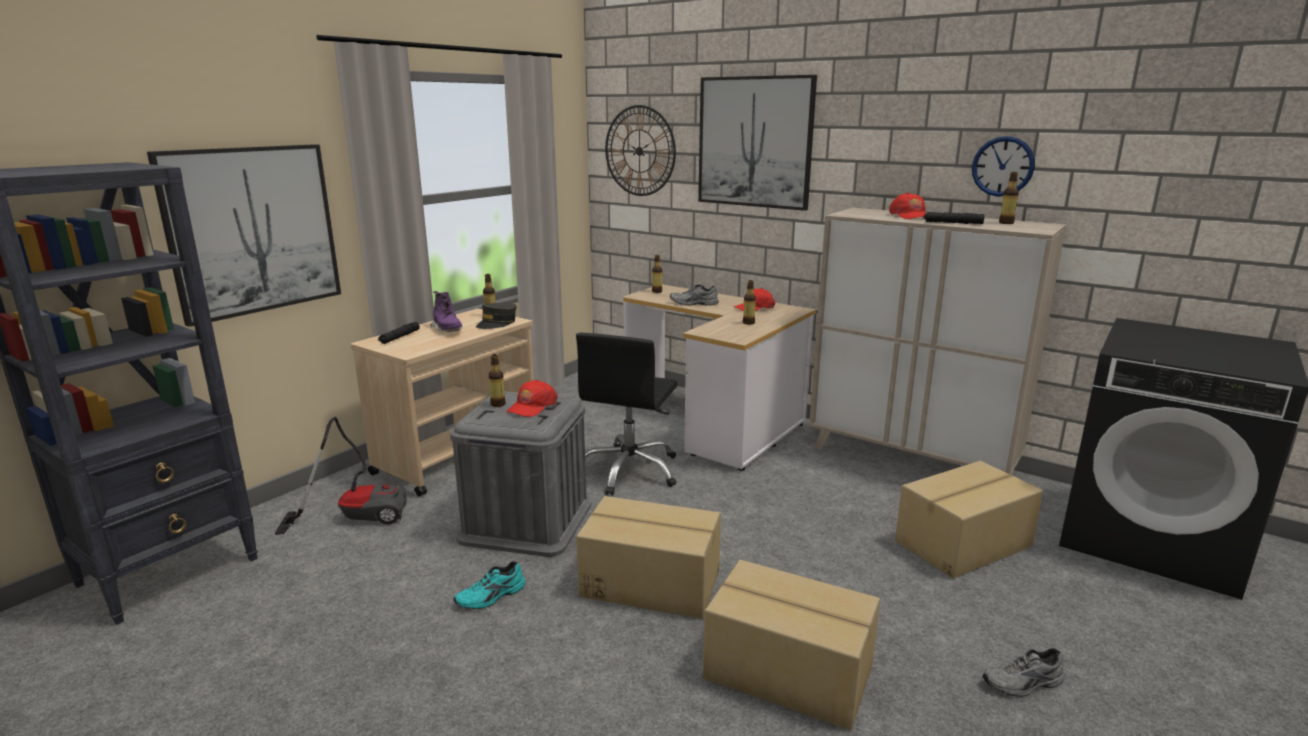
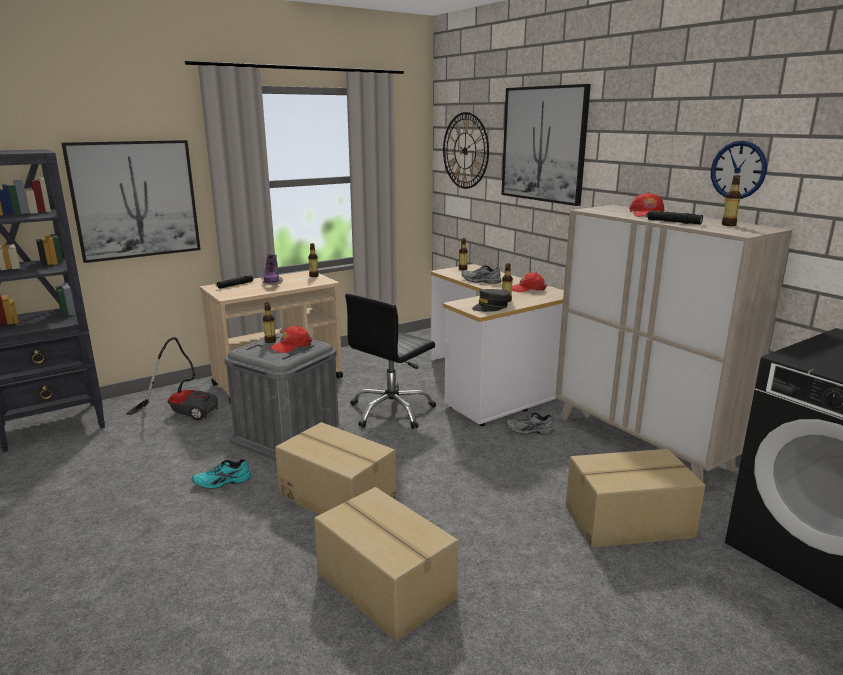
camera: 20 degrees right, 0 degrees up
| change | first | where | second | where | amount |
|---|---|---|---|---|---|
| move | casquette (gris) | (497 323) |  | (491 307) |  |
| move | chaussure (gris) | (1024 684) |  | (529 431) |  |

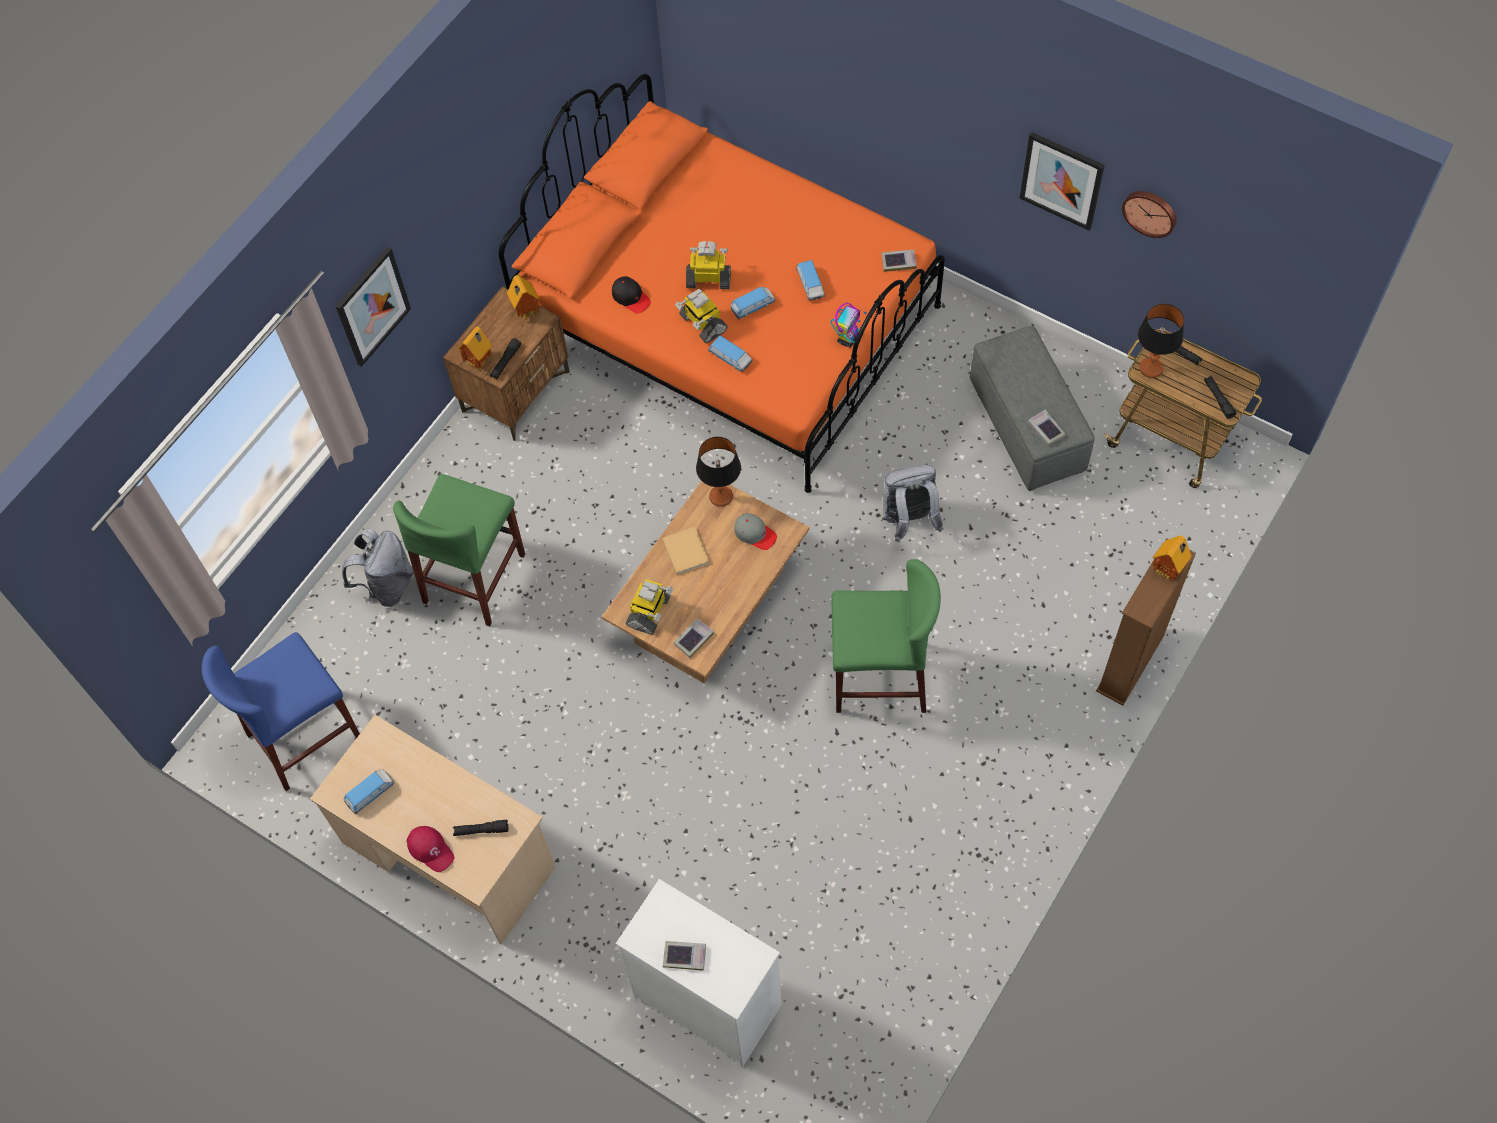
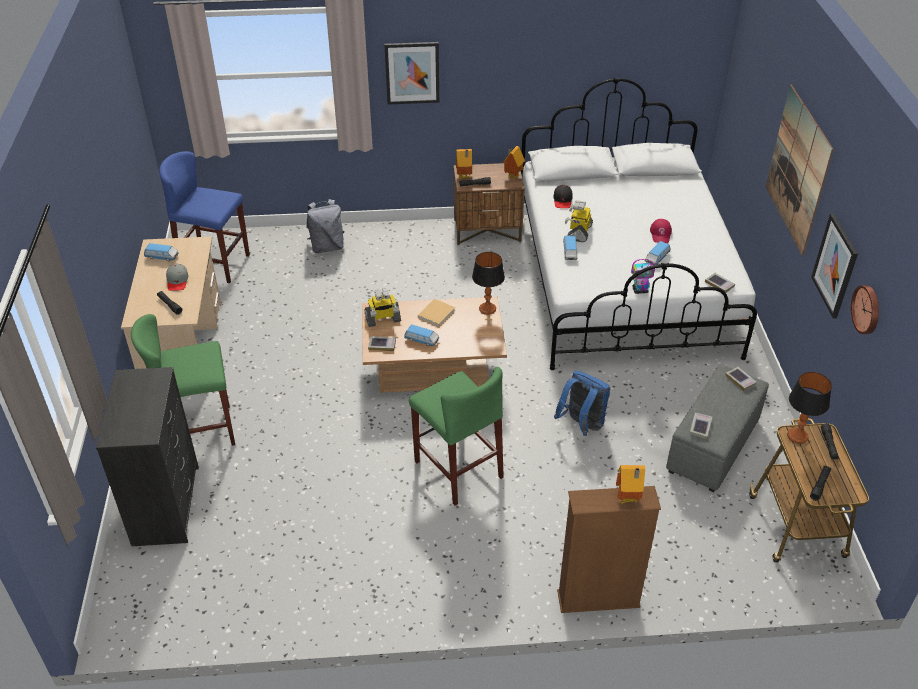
camera: 50 degrees right, 20 degrees down
| change | first | where | second | where | amount |
|---|---|---|---|---|---|
| move | tabouret (vert) | (474 578) |  | (198 431) |  |
| move | casquette (rouge) | (431 849) |  | (660 234) |  |
| recolor | lit (orange) | (730 323) | lit (blanc) | (623 282) |  |
| recolor | commode (blanc) | (708 1000) | commode (noir) | (167 505) |  |
| move | livre | (684 956) |  | (740 380) |  |
| delete | robot jouet | (709 279) |  |  |  |
| move | petite voiture | (753 306) |  | (421 340) |  |
| move | casquette (gris) | (755 533) |  | (177 281) |  |
| recolor | sac à dos (gris) | (909 521) | sac à dos (bleu) | (581 425) |  |
| insert |  |  | tableau | (798 169) |  |

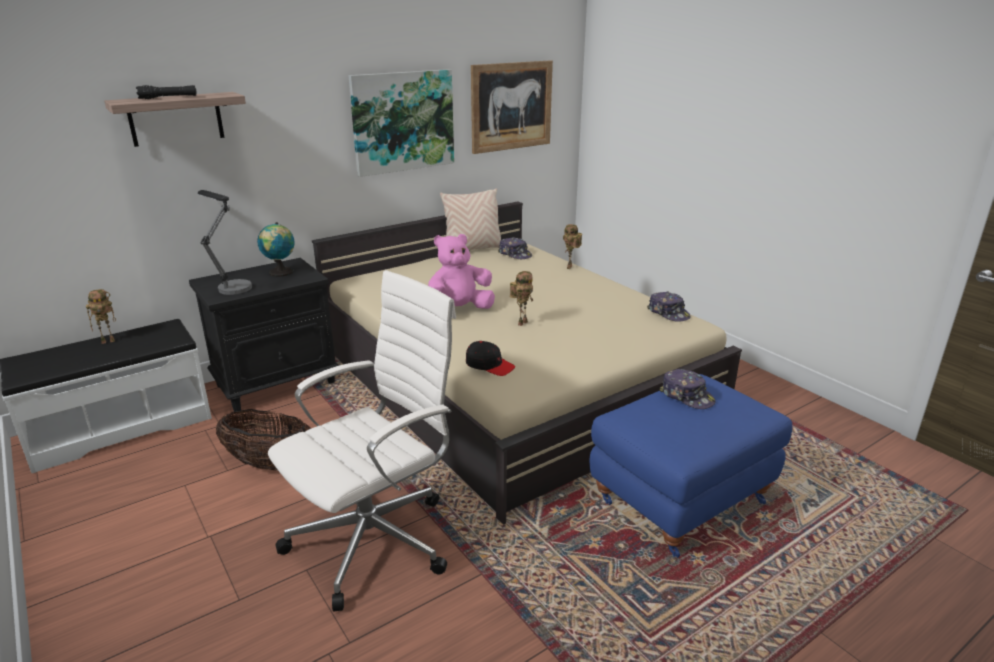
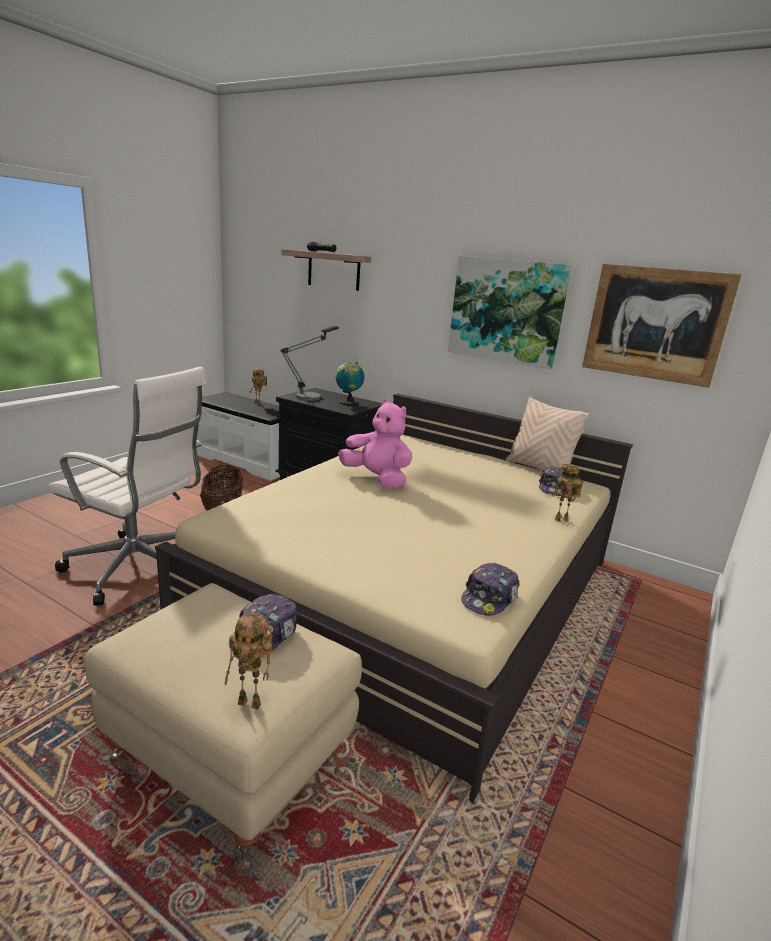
camera: 65 degrees right, 5 degrees down
| change | first | where | second | where | amount |
|---|---|---|---|---|---|
| delete | casquette (noir) | (489 365) |  |  |  |
| move | robot jouet | (522 322) |  | (252 702) |  |
| recolor | pouf (bleu) | (680 499) | pouf (beige) | (231 756) |  |

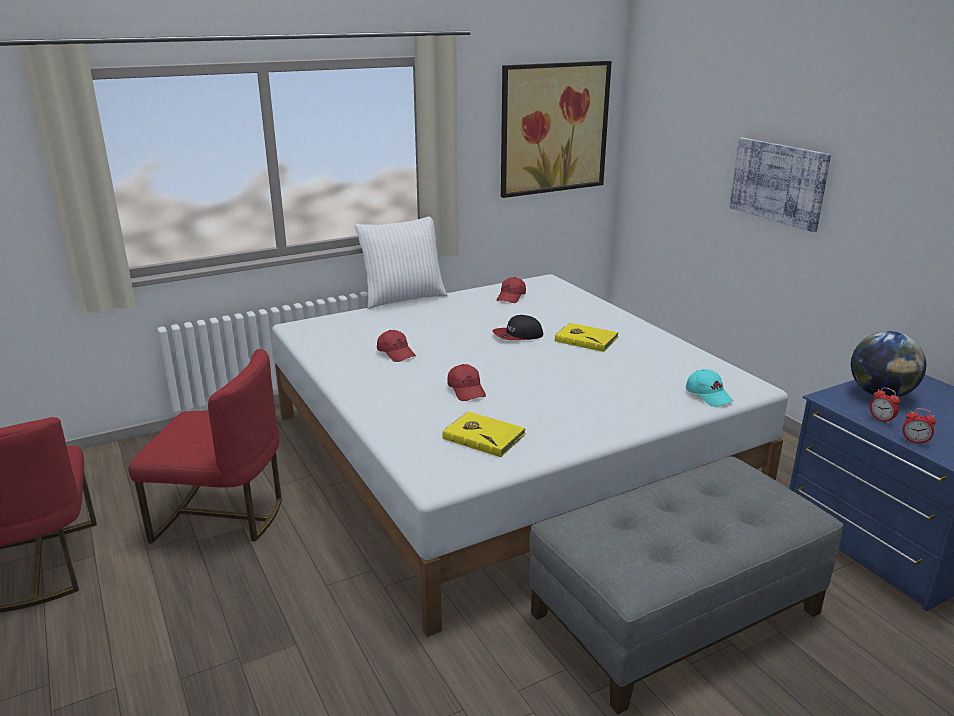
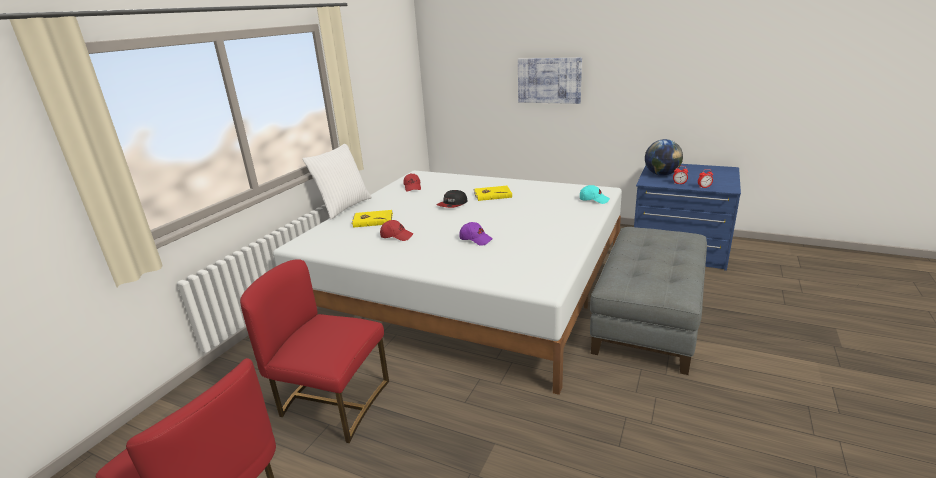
camera: 35 degrees left, 0 degrees up
| change | first | where | second | where | amount |
|---|---|---|---|---|---|
| rotate | chaise (rouge) | (221 516) |  | (332 402) | 135 degrees counterclockwise |
| move | livre (jaune) | (483 436) |  | (372 220) |  |
| recolor | casquette (rouge) | (467 390) | casquette (violet) | (476 239) |  |
| delete | tableau | (553 128) |  |  |  |

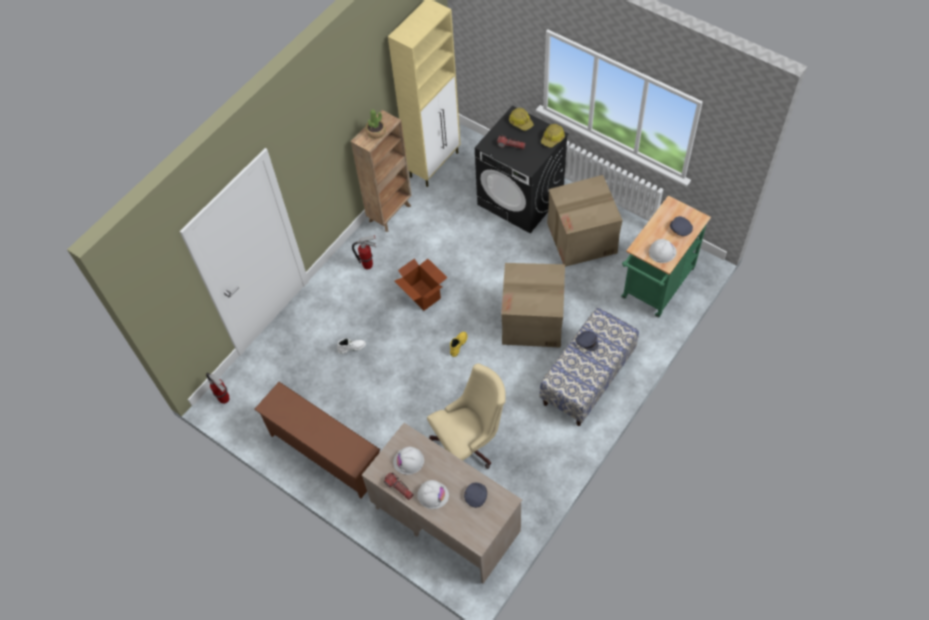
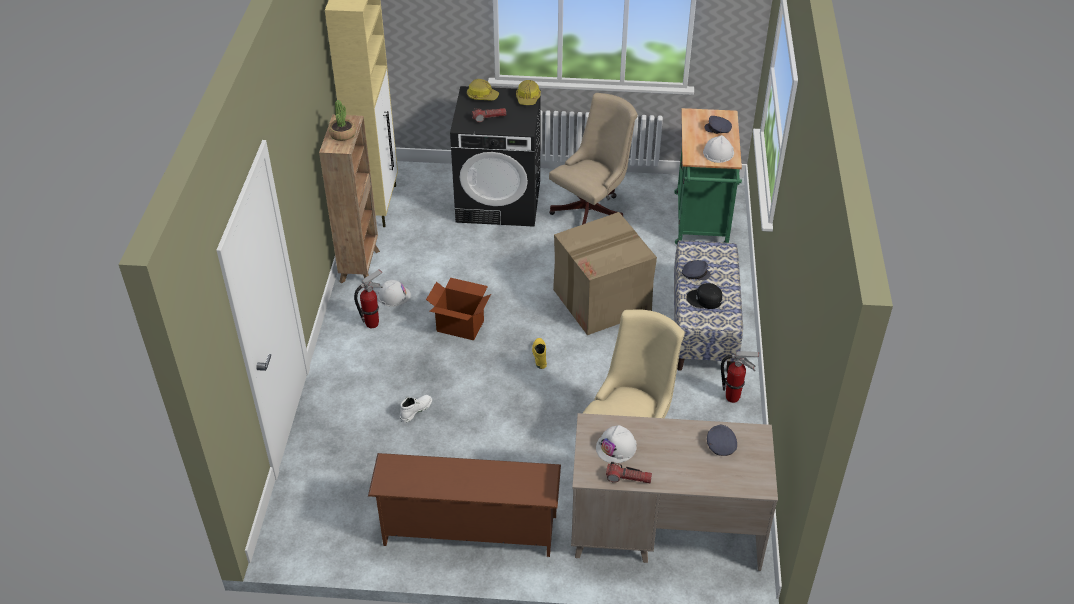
camera: 35 degrees left, 15 degrees down
| change | first | where | second | where | amount |
|---|---|---|---|---|---|
| move | extincteur | (224 399) |  | (733 398) |  |
| move | casque de chantier (blanc) | (433 495) |  | (394 296) |  |
| replace | carton | (582 238) | chaise de bureau (beige) | (592 210) |  |
| insert |  |  | casquette (noir) | (704 299) |  |

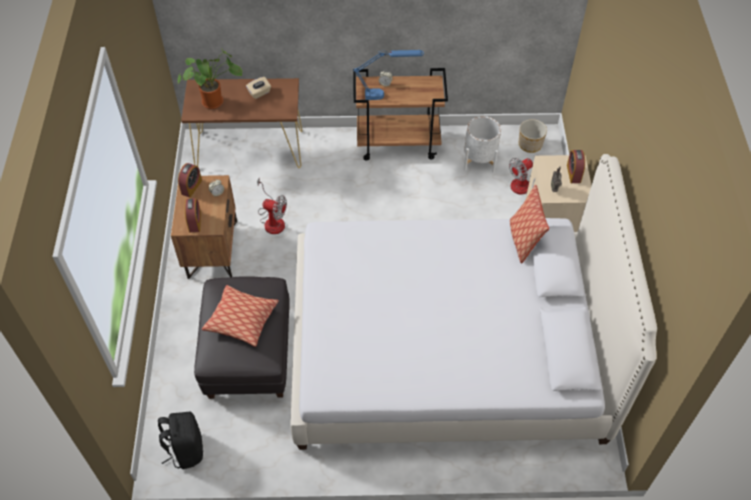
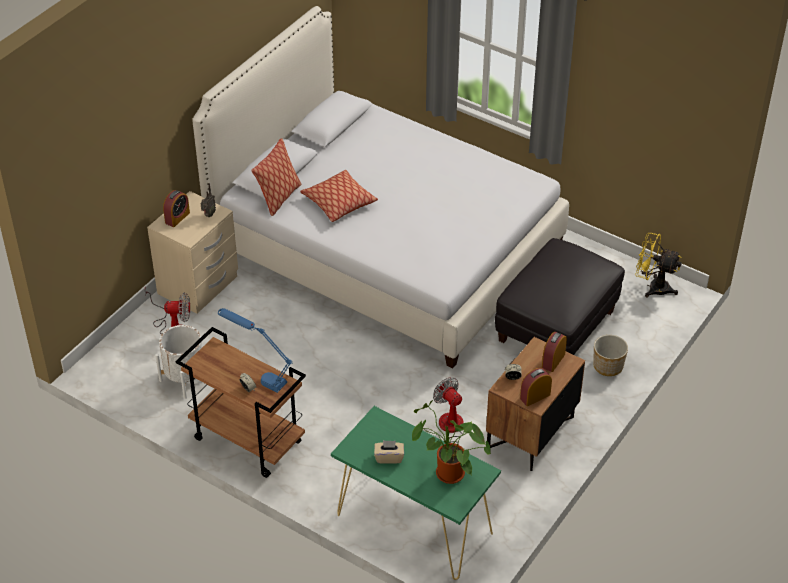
camera: 145 degrees left, 10 degrees down
| change | first | where | second | where | amount |
|---|---|---|---|---|---|
| replace | sac à dos (noir) | (185 449) | ventilateur (jaune) | (653 287) |  |
| recolor | table console (marron) | (250 150) | table console (vert) | (413 523) |  |
| move | coussin | (242 320) |  | (339 202) |  |
| move | cache-pot | (530 145) |  | (608 366) |  |

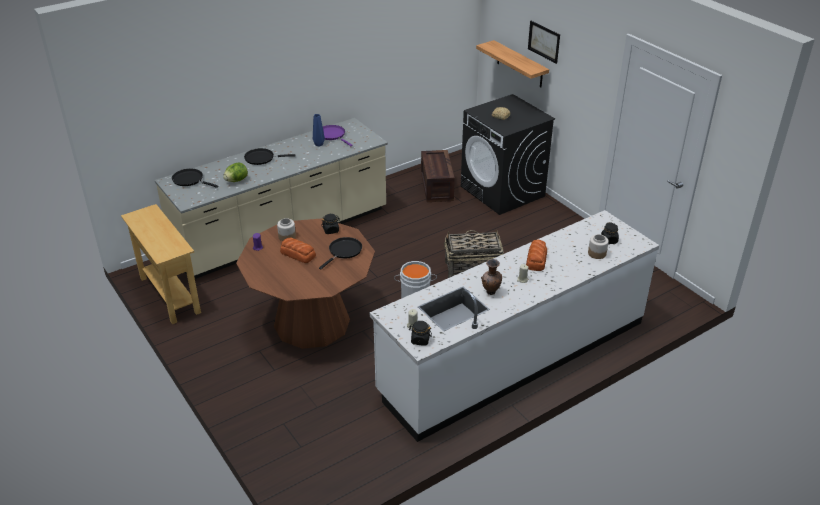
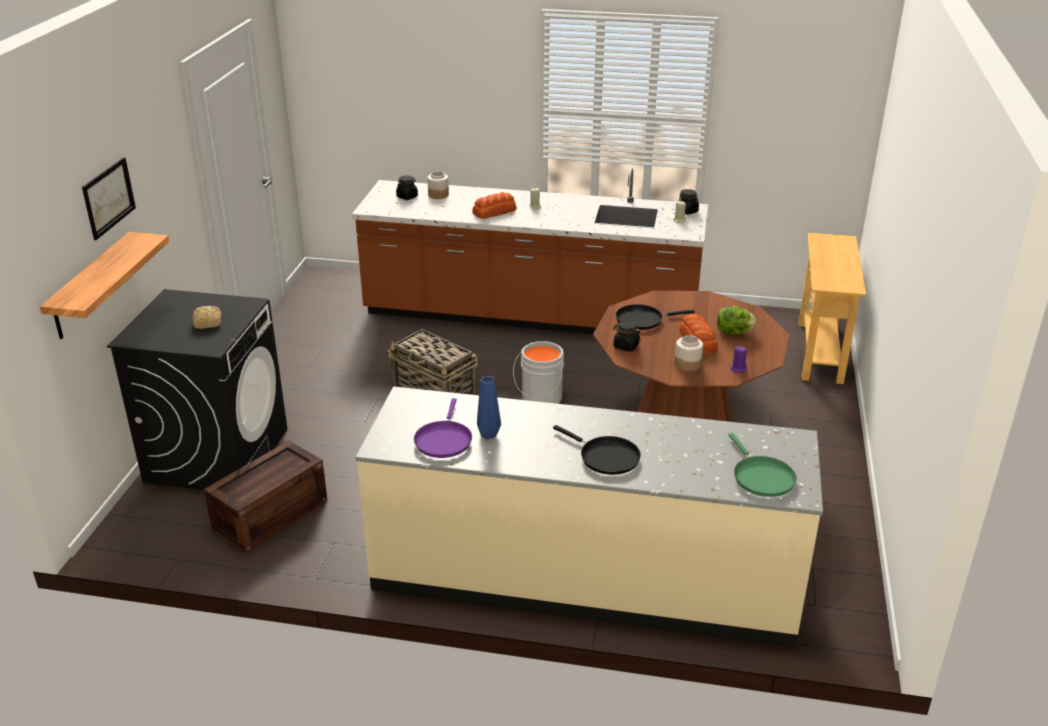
camera: 135 degrees left, 5 degrees down
| change | first | where | second | where | amount |
|---|---|---|---|---|---|
| move | table console (beige) | (170 295) |  | (820 352) |  |
| recolor | poêle (noir) | (190 180) | poêle (vert) | (761 477) |  |
| move | laitue | (236 180) |  | (733 332) |  |
| recolor | comptoir de cuisine (blanc) | (513 356) | comptoir de cuisine (marron) | (531 315) |  |
| delete | vase (marron) | (490 292) |  |  |  |

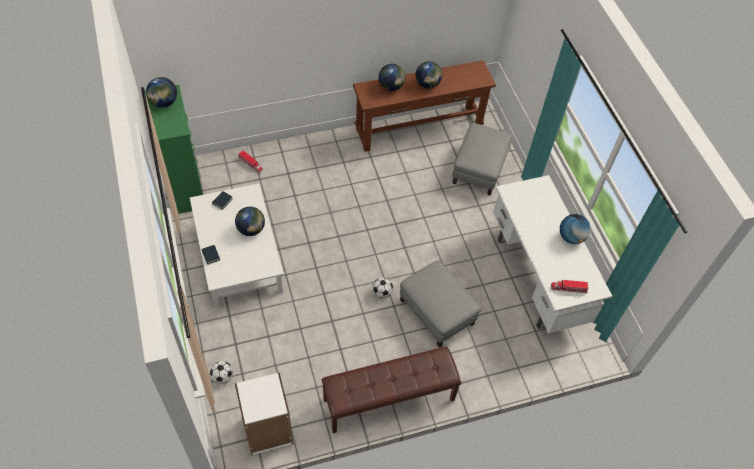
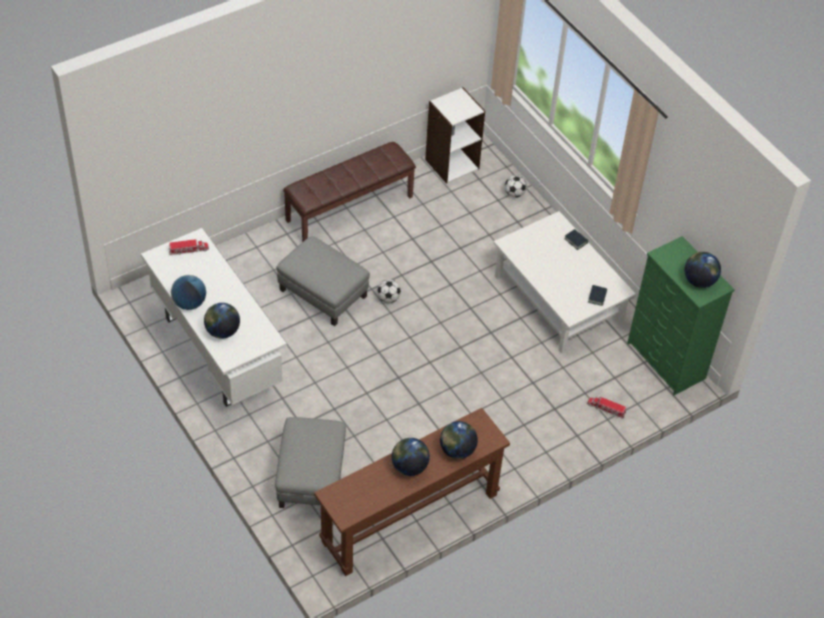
camera: 165 degrees right, 5 degrees down
| change | first | where | second | where | amount |
|---|---|---|---|---|---|
| move | globe | (251 229) |  | (222 331) |  |

